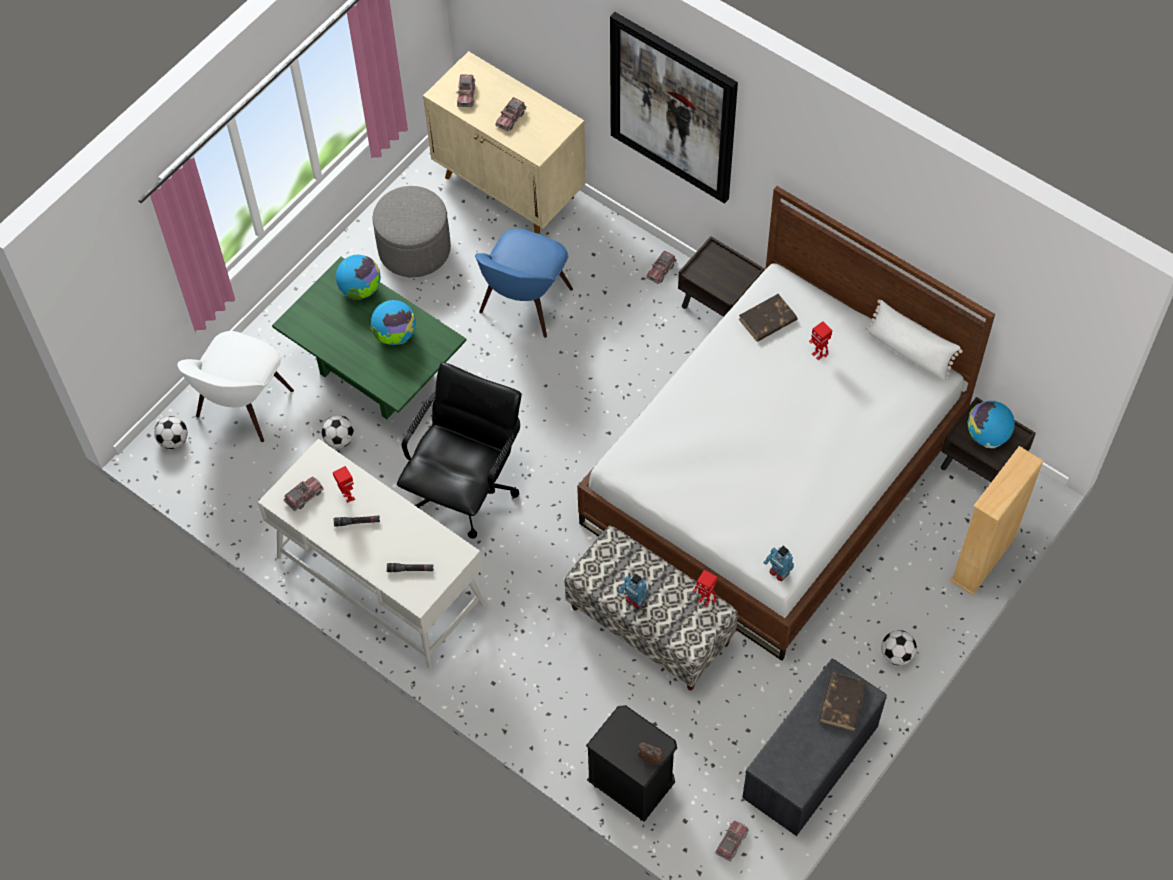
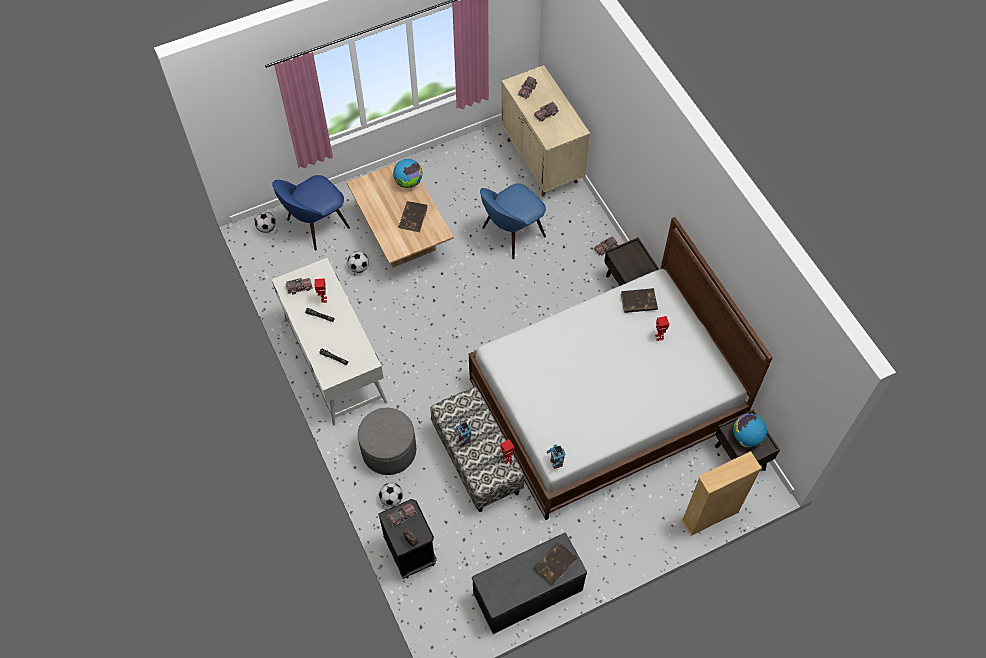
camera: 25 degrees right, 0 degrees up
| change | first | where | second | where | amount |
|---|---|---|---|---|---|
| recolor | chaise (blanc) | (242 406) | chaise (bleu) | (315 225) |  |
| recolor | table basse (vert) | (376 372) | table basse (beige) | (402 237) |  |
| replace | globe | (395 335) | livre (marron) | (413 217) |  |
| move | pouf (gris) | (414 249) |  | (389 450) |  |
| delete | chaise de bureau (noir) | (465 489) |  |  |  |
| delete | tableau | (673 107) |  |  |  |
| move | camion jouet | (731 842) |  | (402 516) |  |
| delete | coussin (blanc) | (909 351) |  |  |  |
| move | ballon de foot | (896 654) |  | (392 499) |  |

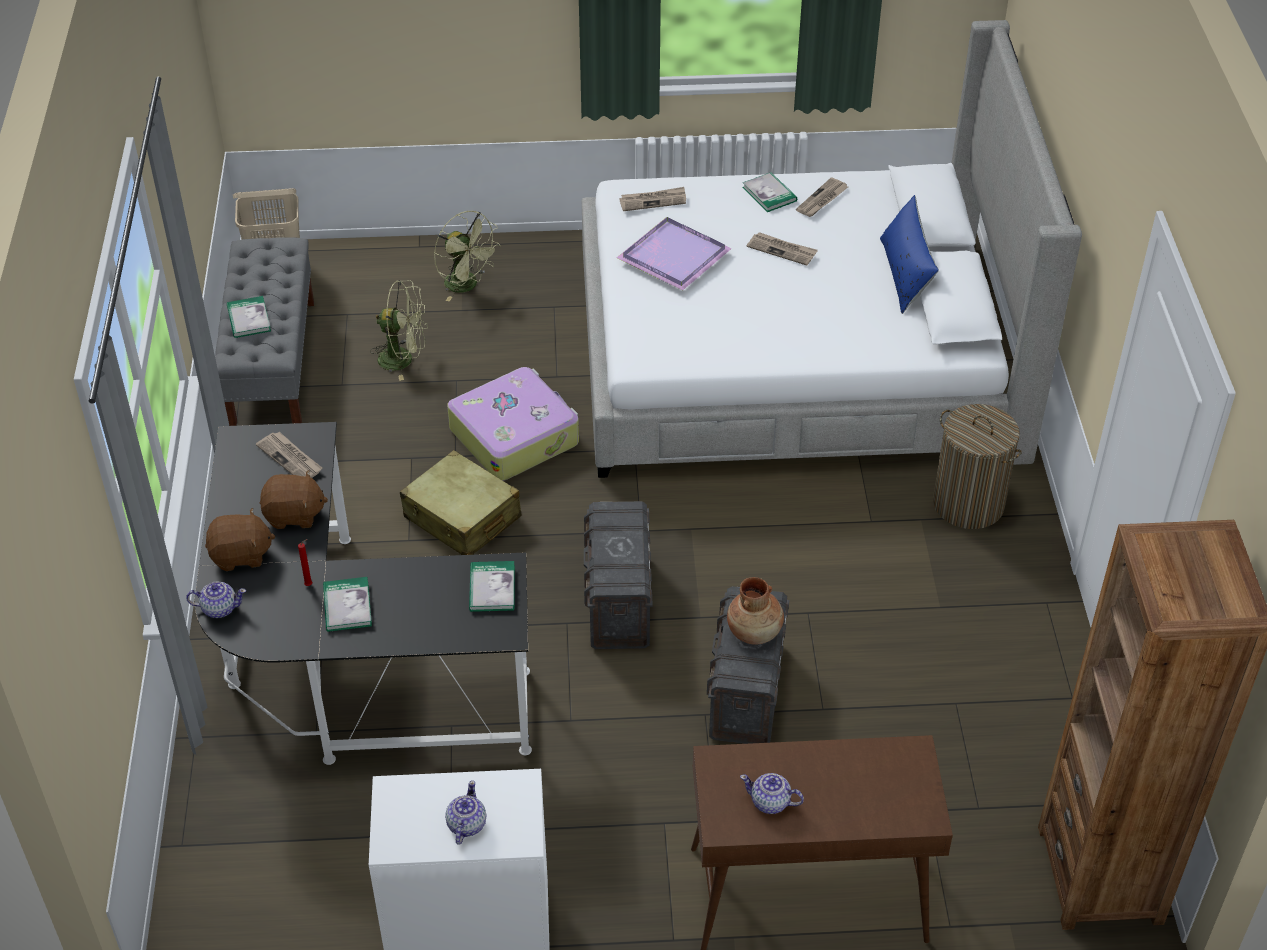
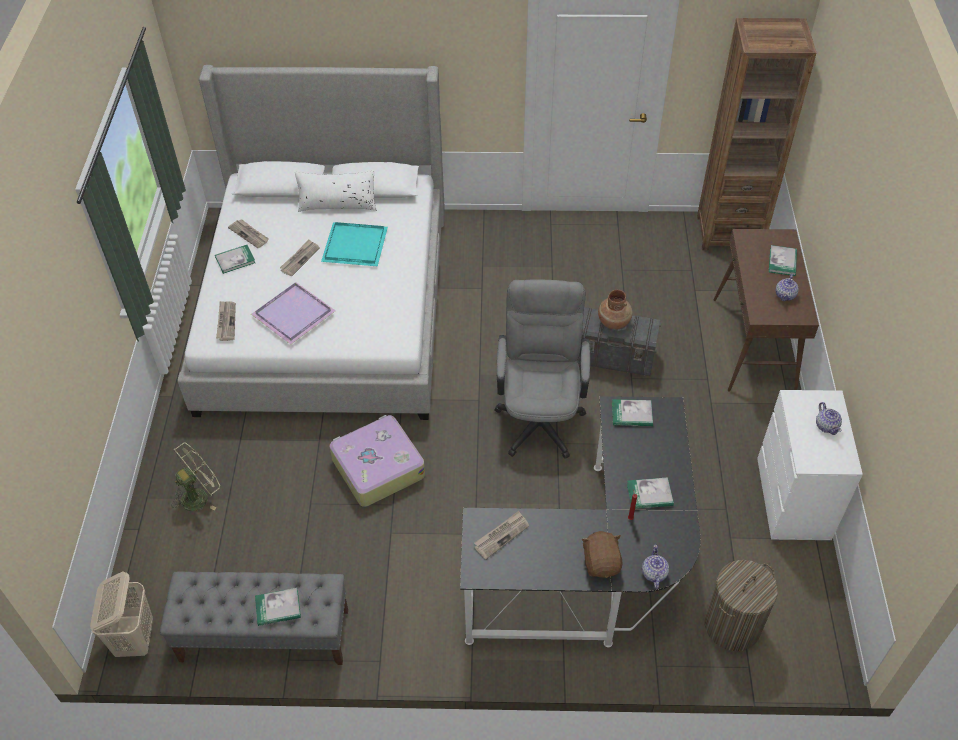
camera: 85 degrees left, 5 degrees up
| change | first | where | second | where | amount |
|---|---|---|---|---|---|
| delete | peluche (marron) | (294 515) |  |  |  |
| delete | ventilateur (vert) | (403 359) |  |  |  |
| delete | valise (beige) | (462 517) |  |  |  |
| rotate | théière | (466 825) |  | (826 426) | 120 degrees counterclockwise |
| replace | boîte de rangement (gris) | (618 601) | chaise de bureau (gris) | (540 415) |  |
| recolor | coussin (bleu) | (905 274) | coussin (blanc) | (337 204) |  |
| move | panier à linge | (968 504) |  | (732 625) |  |
| insert |  |  | plateau (turquoise) | (356 246) |  |
| insert |  |  | livre | (782 262) |  |

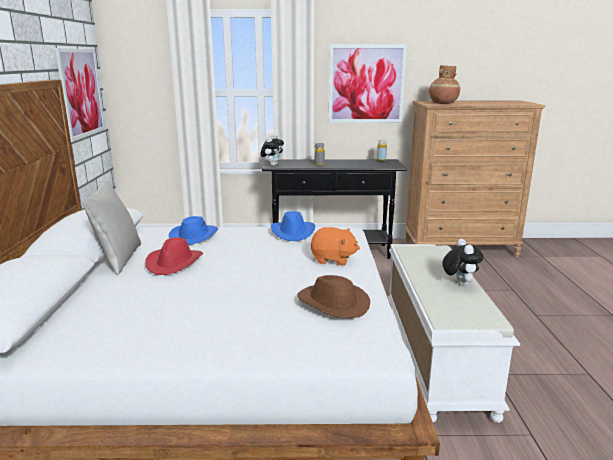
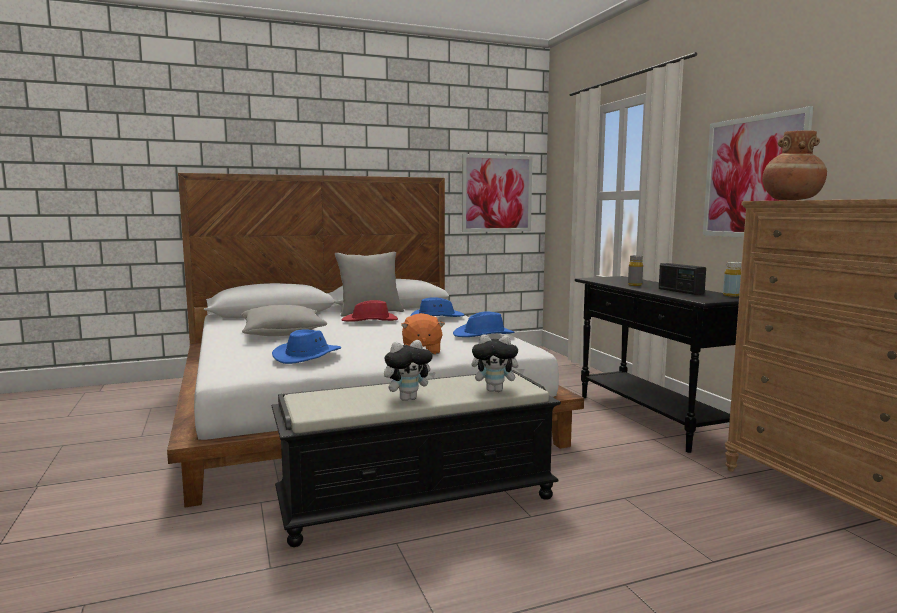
camera: 70 degrees right, 10 degrees down
| change | first | where | second | where | amount |
|---|---|---|---|---|---|
| move | peluche | (272 165) |  | (496 390) |  |
| recolor | chapeau (marron) | (332 303) | chapeau (bleu) | (308 356) |  |
| recolor | banc (blanc) | (433 355) | banc (noir) | (419 500) |  |
| insert |  |  | coussin (gris) | (283 333) |  |
| insert |  |  | radio | (680 291) |  |

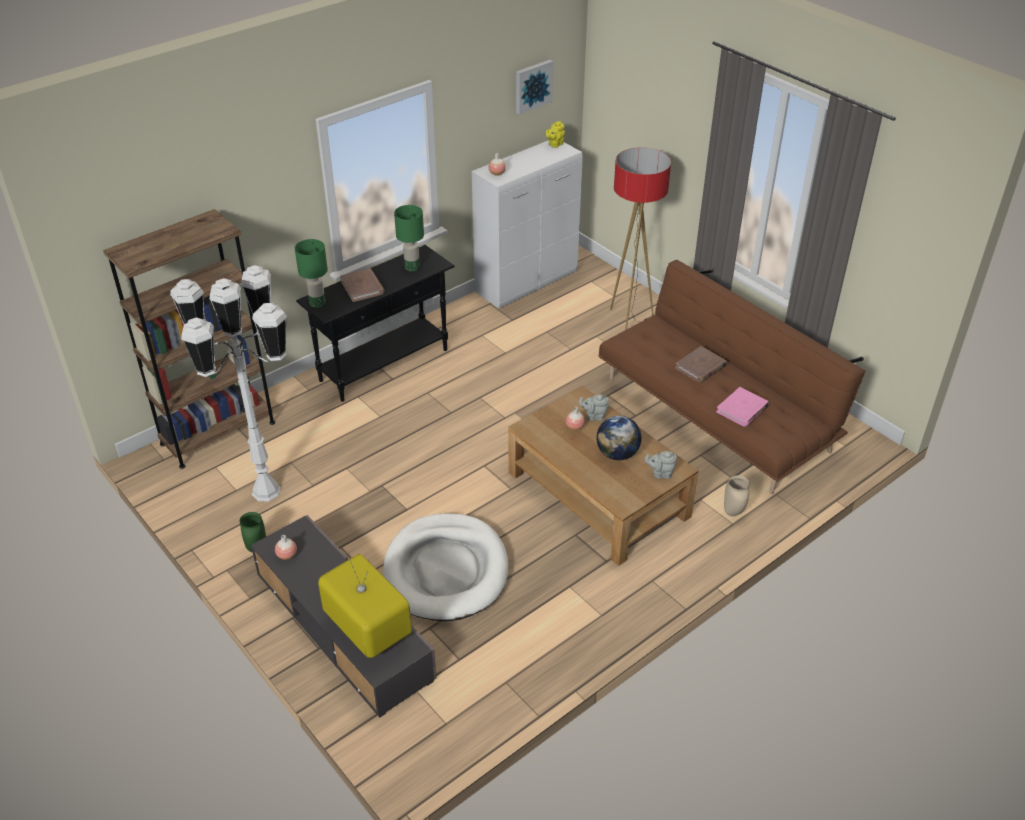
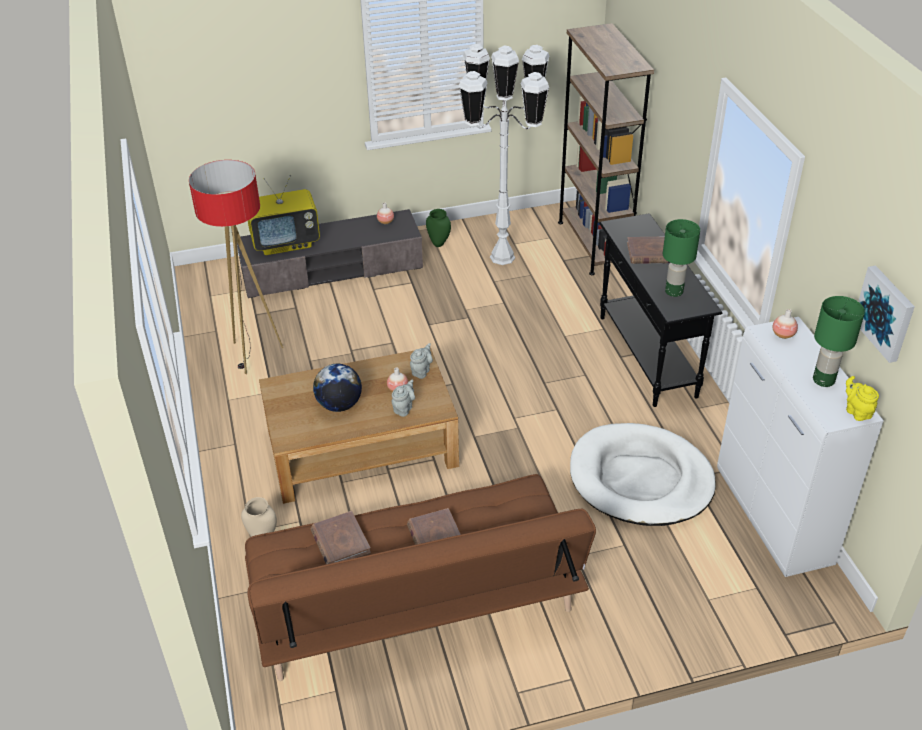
camera: 115 degrees right, 0 degrees up
| change | first | where | second | where | amount |
|---|---|---|---|---|---|
| move | lampe de table (vert) | (318 303) |  | (824 380) |  |
| move | panier pour chien (blanc) | (446 571) |  | (640 479) |  |
| move | lampadaire | (630 319) |  | (254 355) |  |
| move | théière (gris) | (660 473) |  | (421 371) |  |
| recolor | livre (rose) | (742 409) | livre (marron) | (340 542) |  |

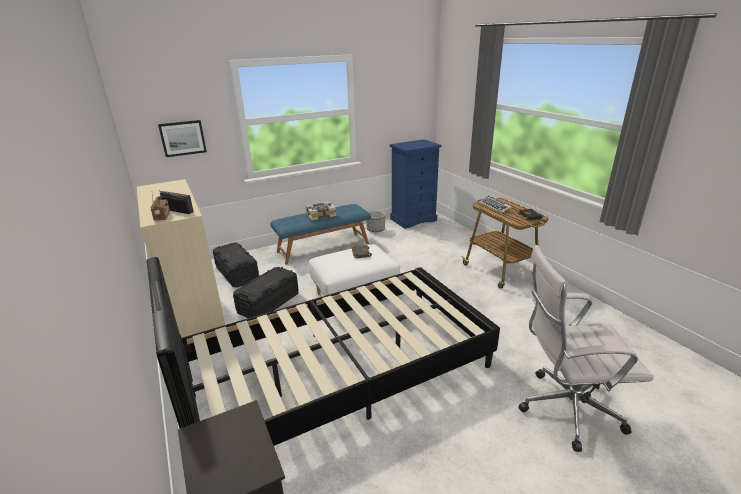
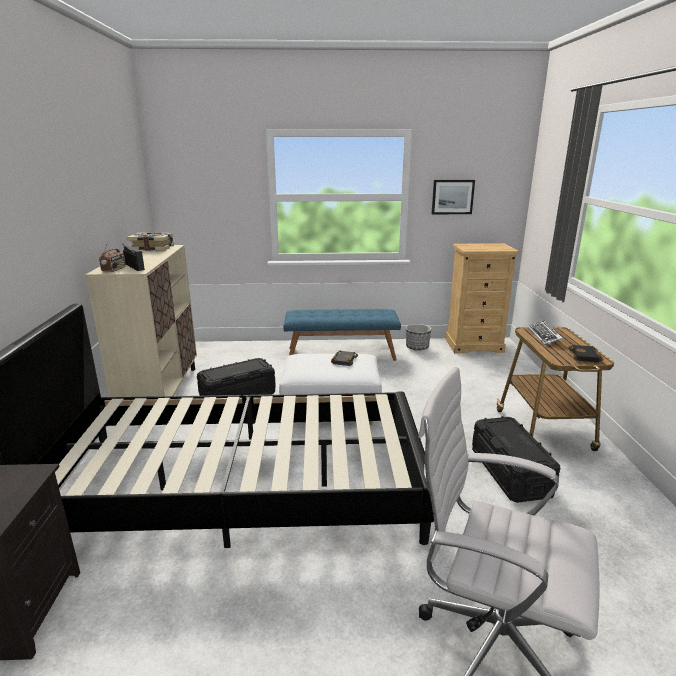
camera: 25 degrees right, 5 degrees down
| change | first | where | second | where | amount |
|---|---|---|---|---|---|
| move | tableau | (182 138) |  | (452 197) |  |
| move | boîte de rangement (noir) | (237 273) |  | (510 472) |  |
| move | livre | (321 215) |  | (152 248) |  |
| recolor | commode (bleu) | (413 219) | commode (beige) | (474 345) |  |

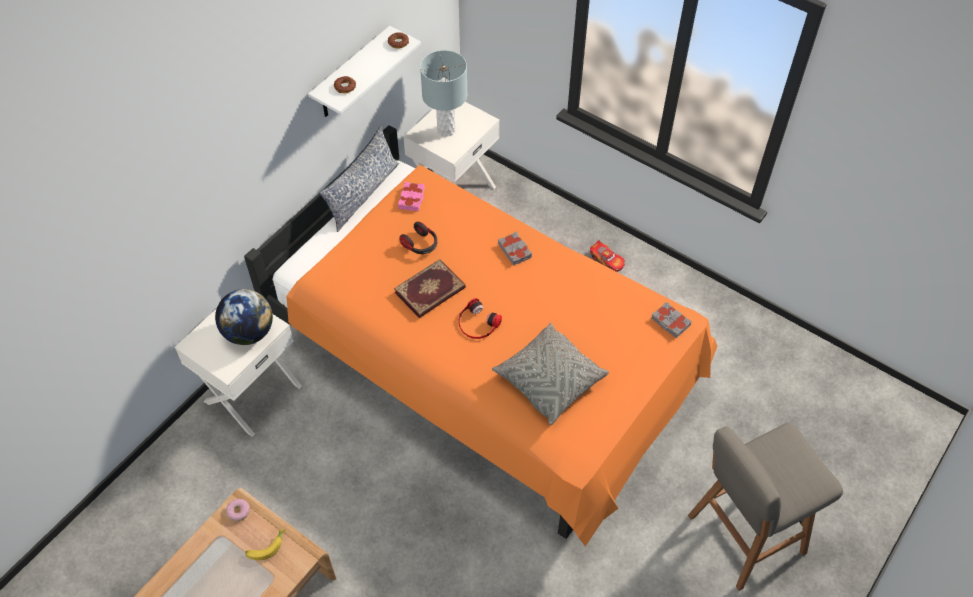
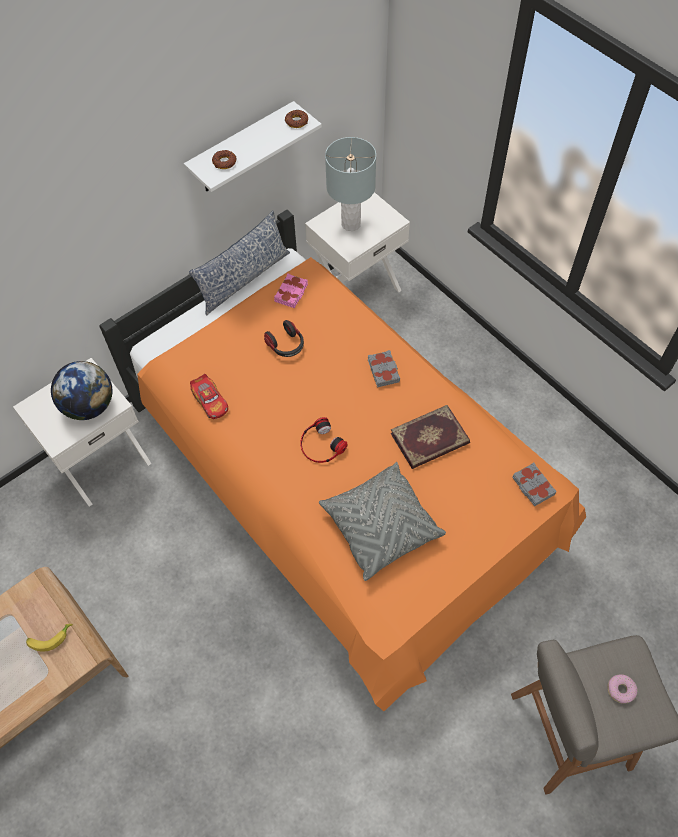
camera: 15 degrees right, 5 degrees up
| change | first | where | second | where | amount |
|---|---|---|---|---|---|
| move | beignet | (238 511) |  | (620 690) |  |
| move | livre | (430 291) |  | (430 439) |  |
| move | petite voiture | (607 260) |  | (210 401) |  |

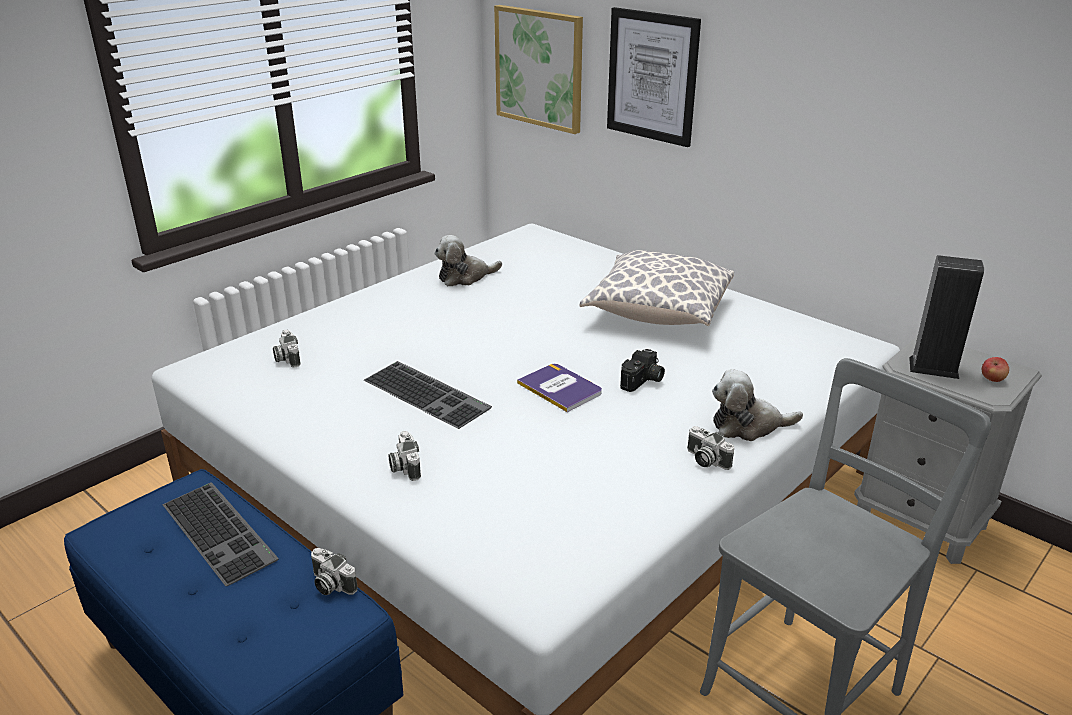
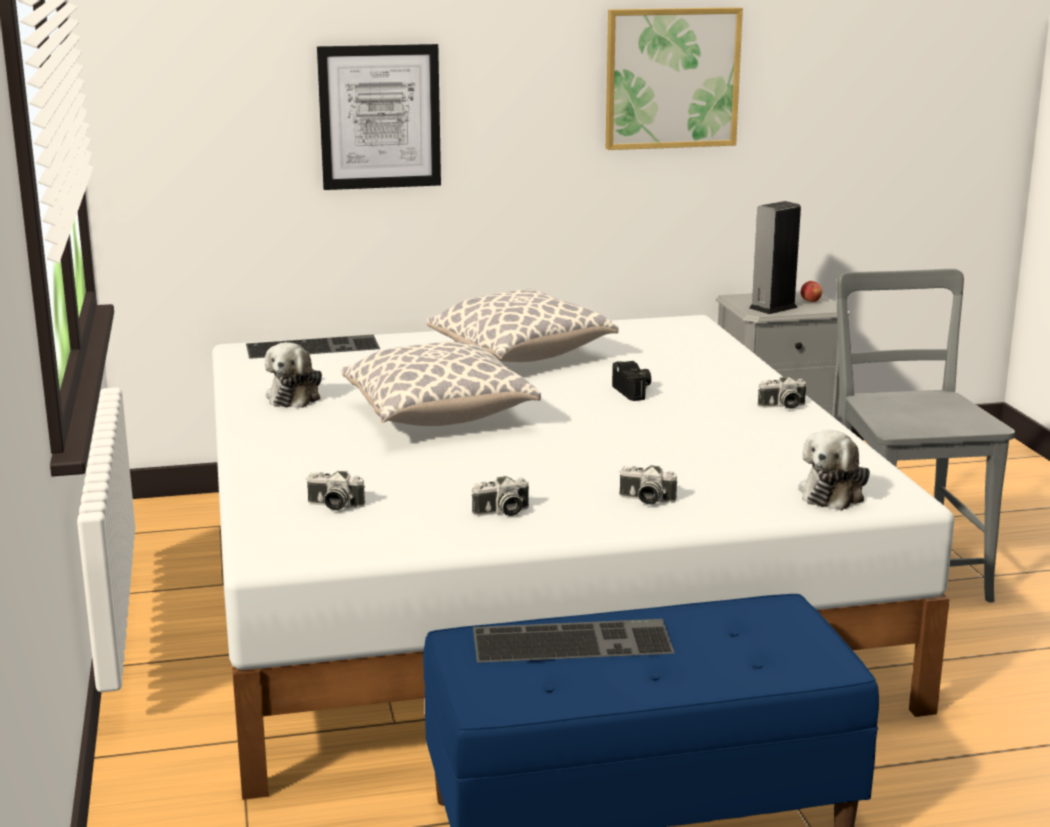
camera: 55 degrees left, 10 degrees down
| change | first | where | second | where | amount |
|---|---|---|---|---|---|
| move | appareil photo | (330 584) |  | (502 512) |  |
| move | clavier | (429 393) |  | (314 346) |  |
| move | tableau | (539 68) |  | (671 78) |  |
| delete | livre | (560 388) |  |  |  |
| move | peluche | (748 426) |  | (833 493) |  |
| insert |  |  | coussin | (438 417) |  |

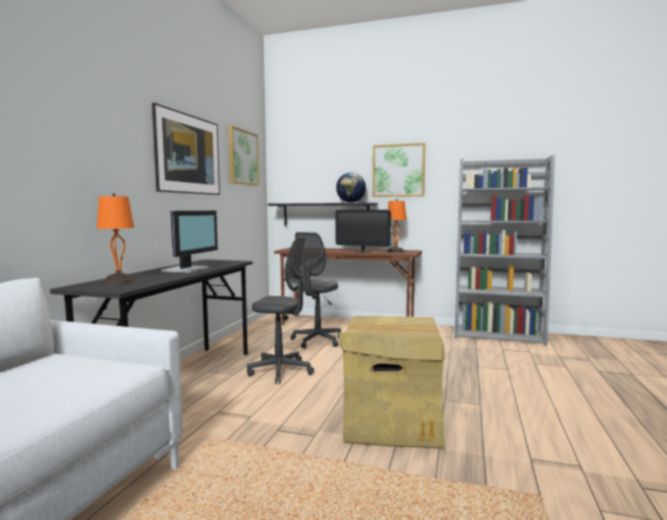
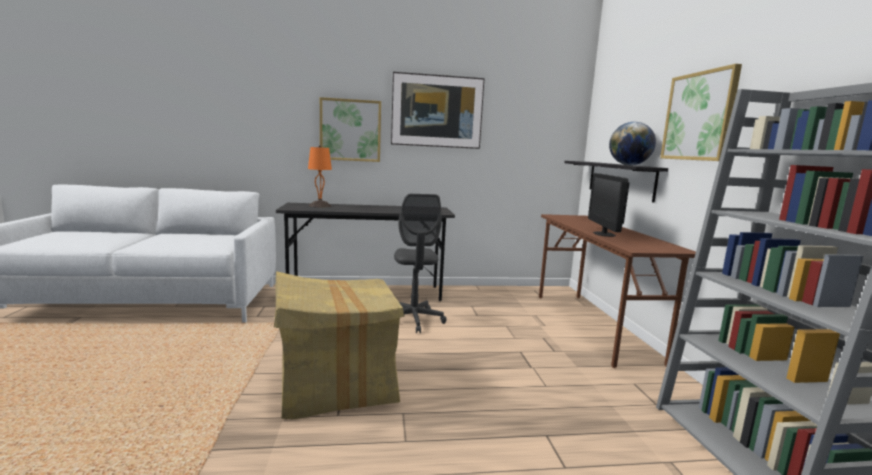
camera: 65 degrees right, 5 degrees up
| change | first | where | second | where | amount |
|---|---|---|---|---|---|
| delete | écran d'ordinateur | (188 270) |  |  |  |
| move | tableau | (243 157) |  | (350 130) |  |
| delete | chaise de bureau (gris) | (317 341) |  |  |  |
| delete | lampe de table (orange) | (396 251) |  |  |  |

